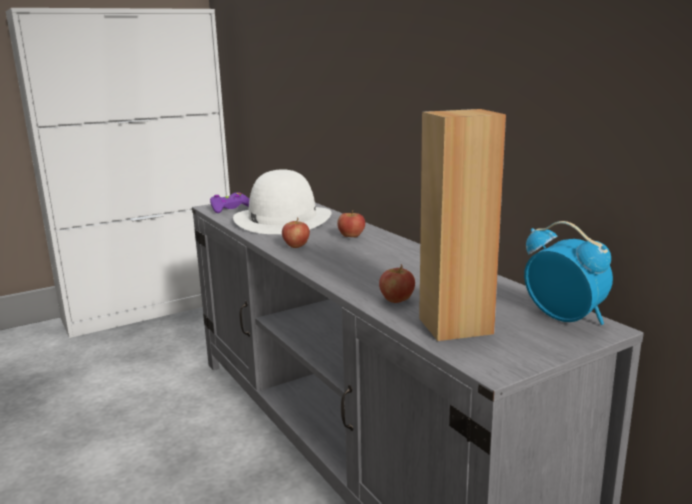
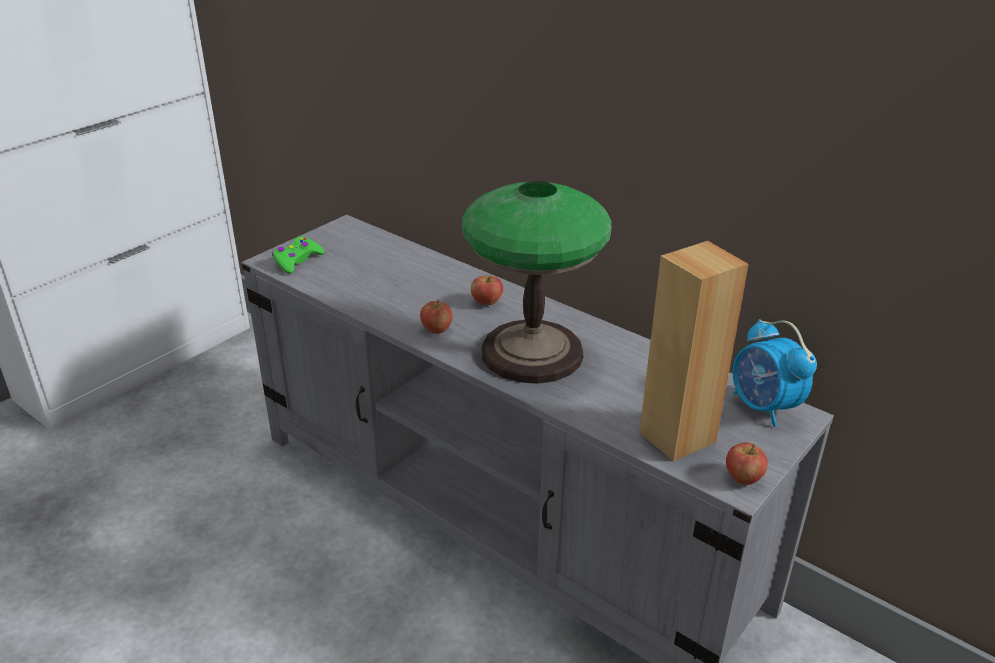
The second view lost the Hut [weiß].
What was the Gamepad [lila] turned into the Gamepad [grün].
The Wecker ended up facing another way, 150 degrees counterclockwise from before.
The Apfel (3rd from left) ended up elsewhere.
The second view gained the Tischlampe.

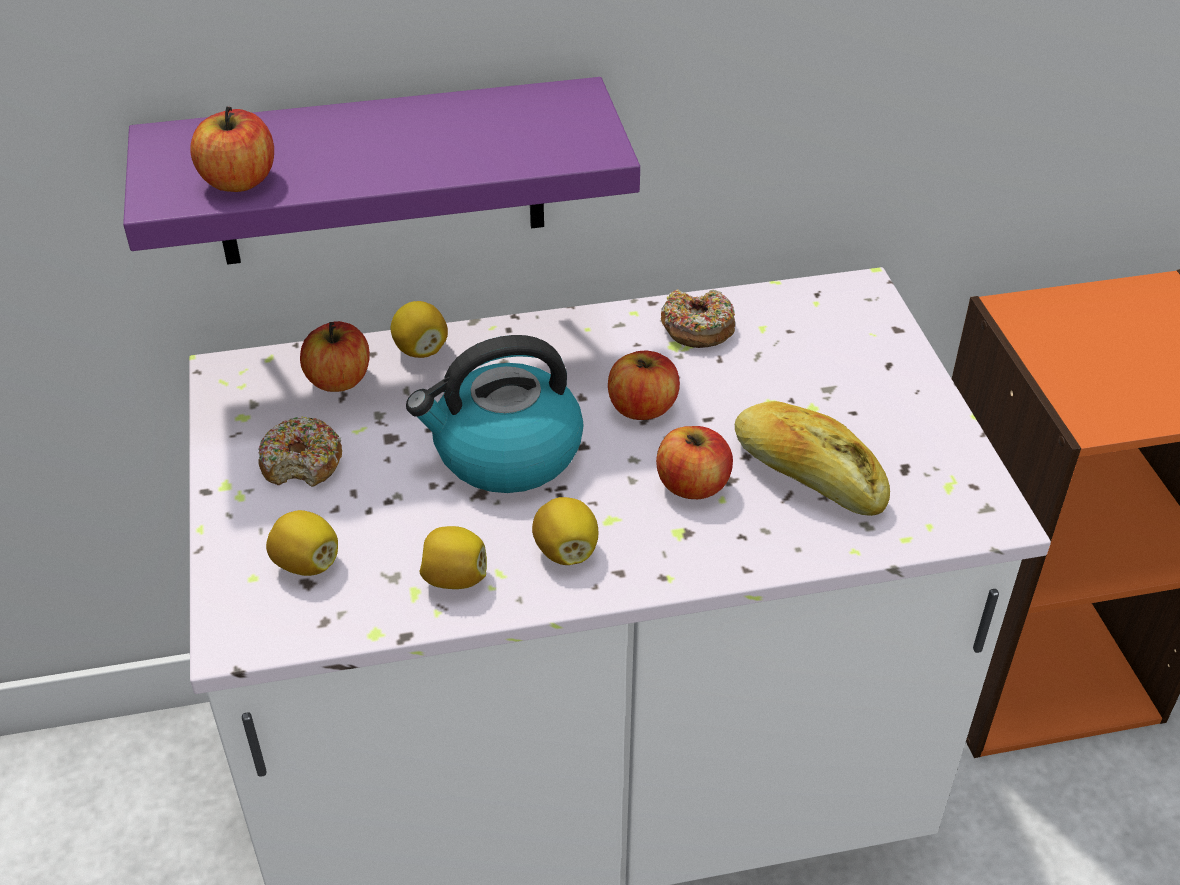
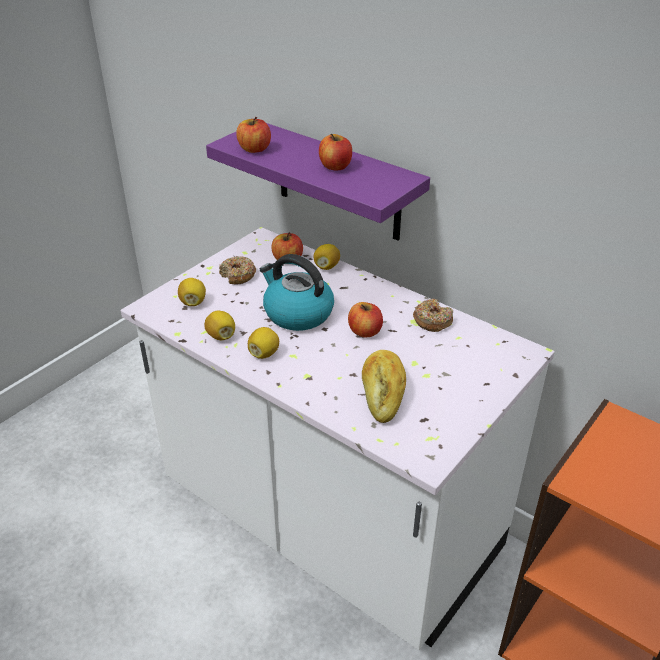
The Apfel (4th from left in the first image) ended up elsewhere.

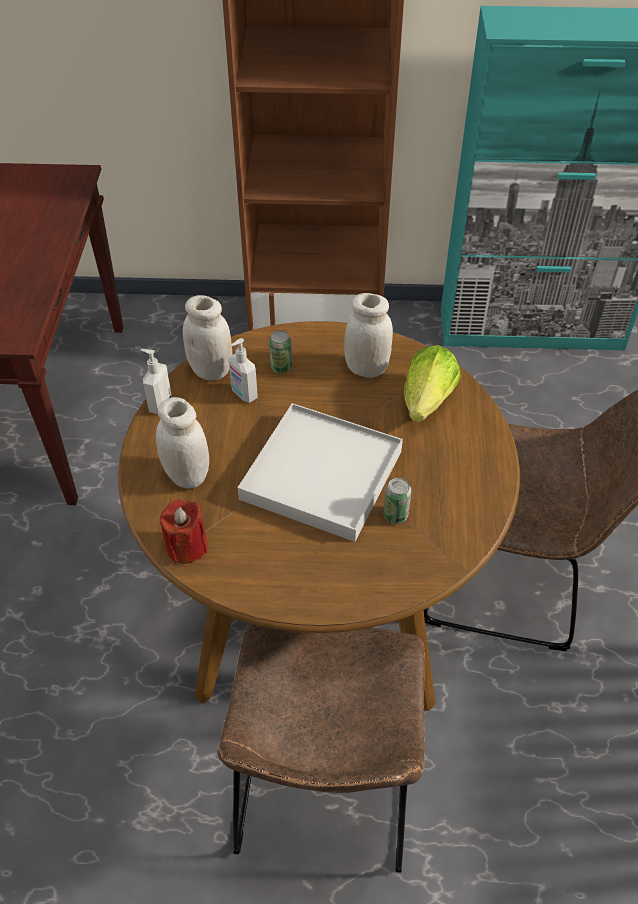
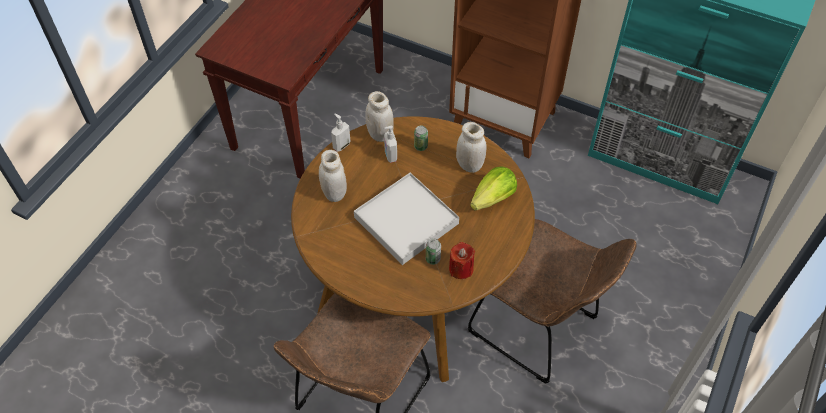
The Kerze [rot] ended up elsewhere.

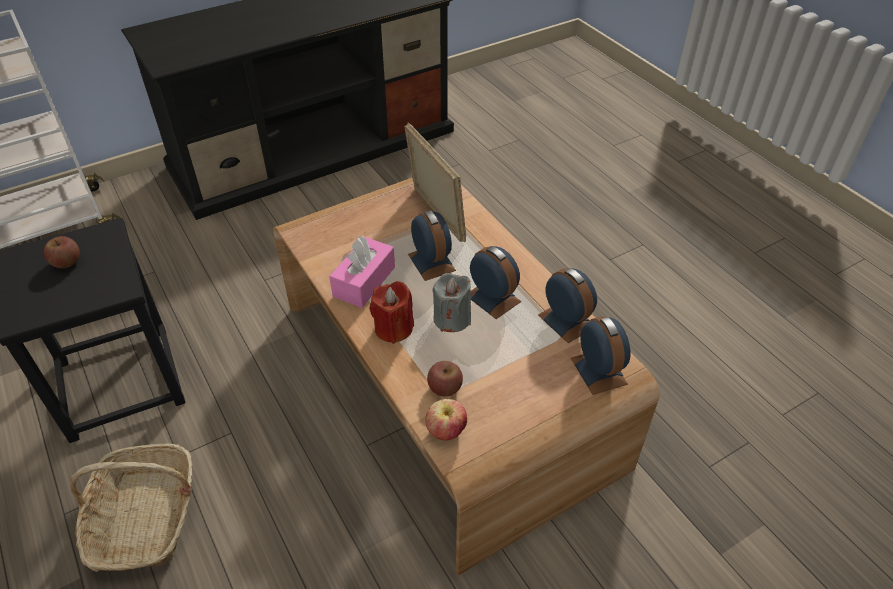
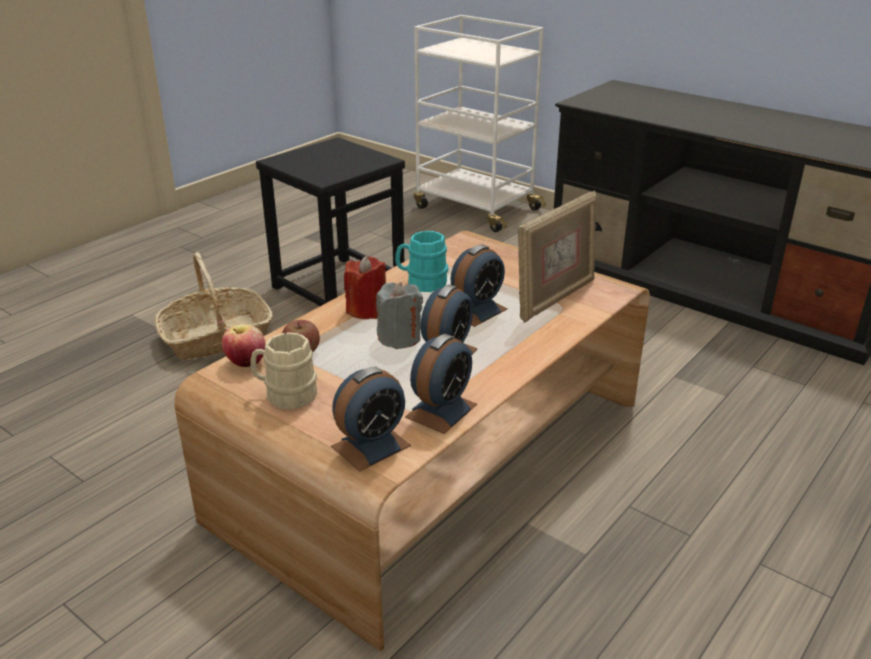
The second view lost the Apfel (1st from left).
Where the Taschentuchbox [rosa] stood, the Henkelbecher [türkis] came to stand.
The second view gained the Henkelbecher [beige].

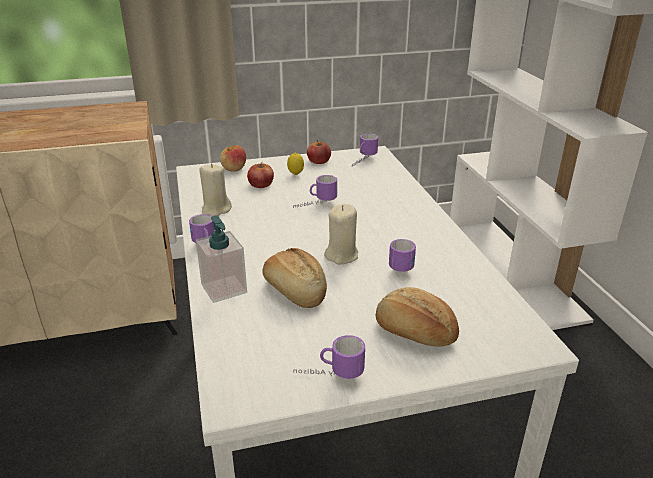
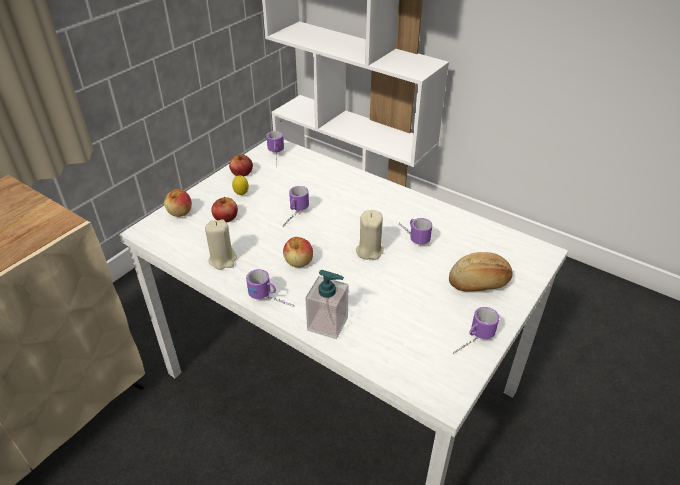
The second view lost the Brot (1st from left).
The second view gained the Apfel (4th from left).

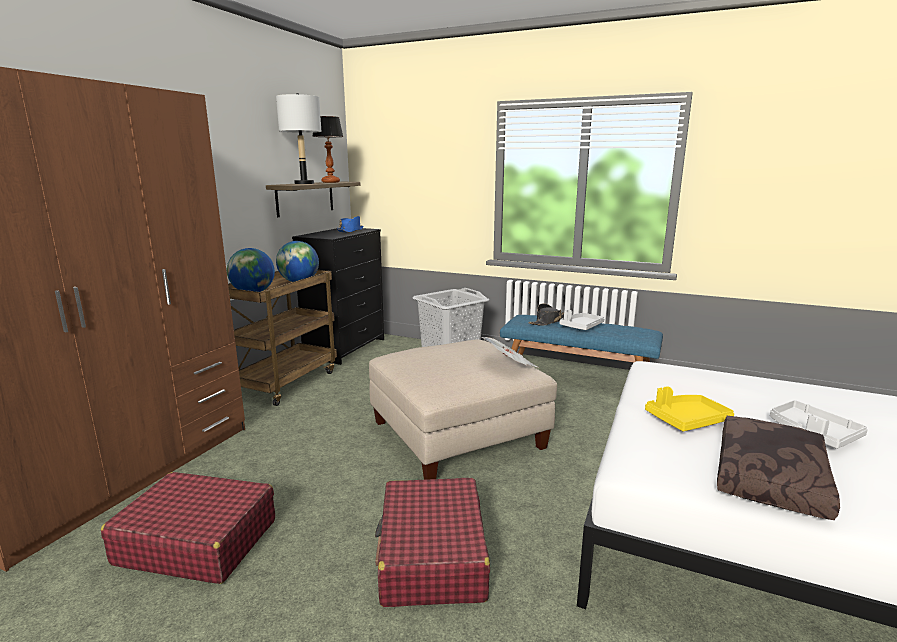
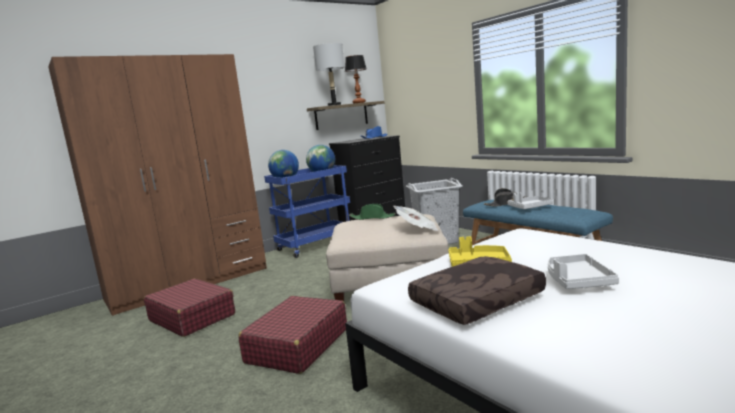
What was the Rollwagen [braun] turned into the Rollwagen [blau].
The second view gained the Hut [grün].

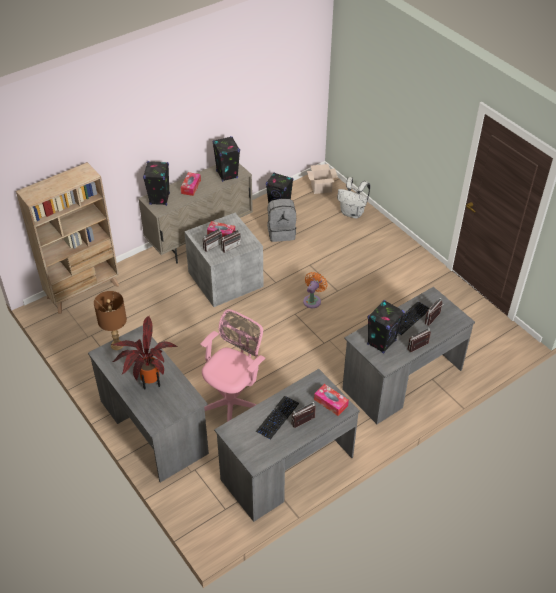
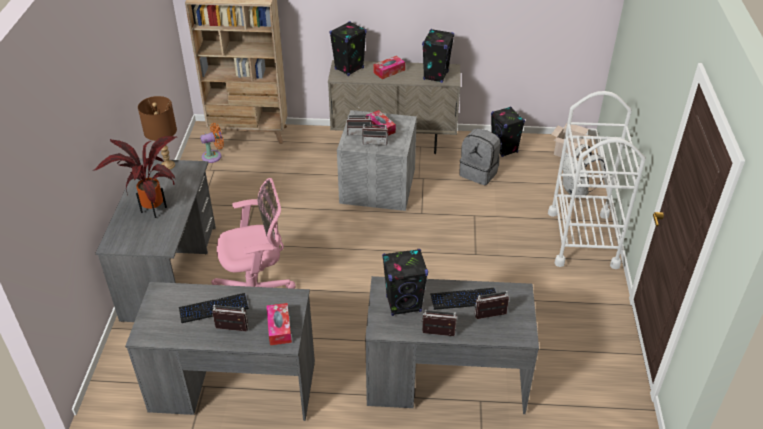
The Ventilator [orange] ended up elsewhere.
The second view gained the Rollwagen [weiß].

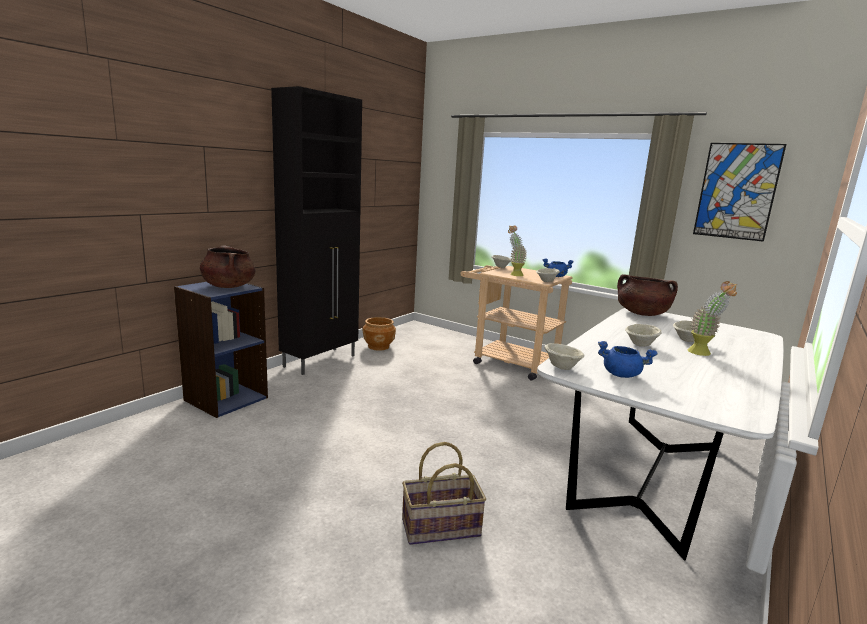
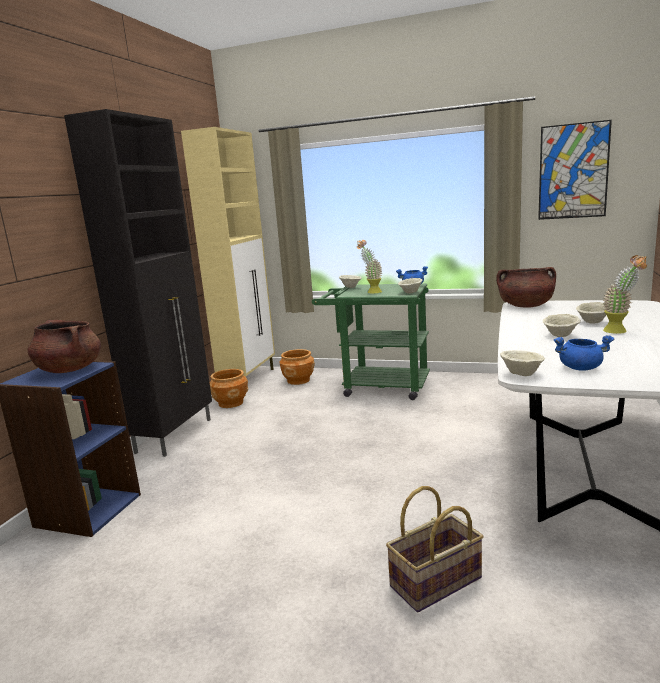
What was the Rollwagen [beige] turned into the Rollwagen [grün].
The second view gained the Schrank [beige].
The second view gained the Pflanzkübel [braun] (2nd from left).

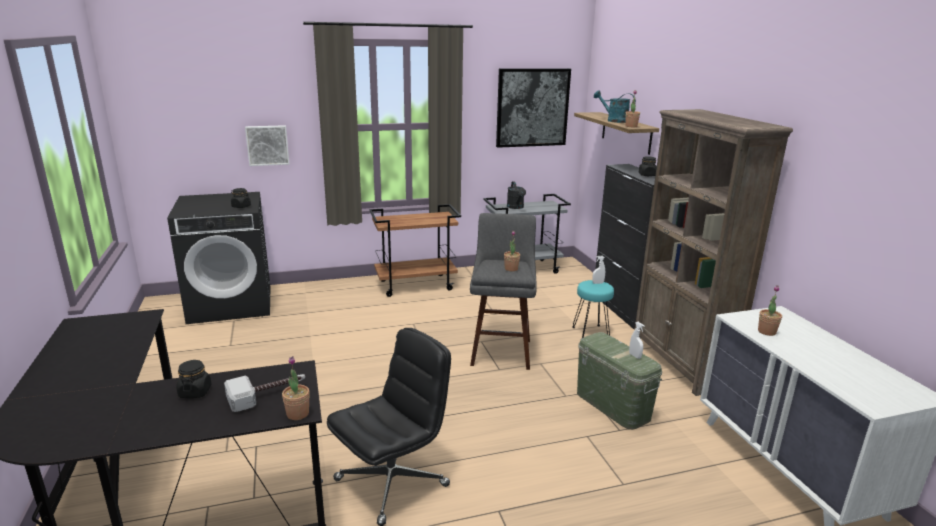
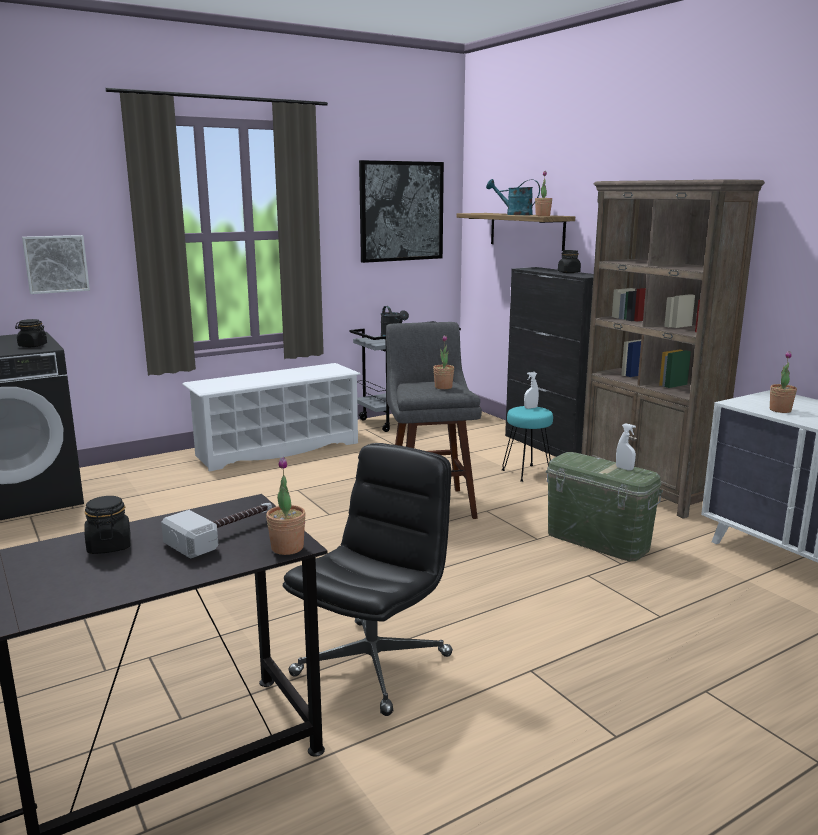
Where the Rollwagen [braun] stood, the Schuhregal [weiß] came to stand.

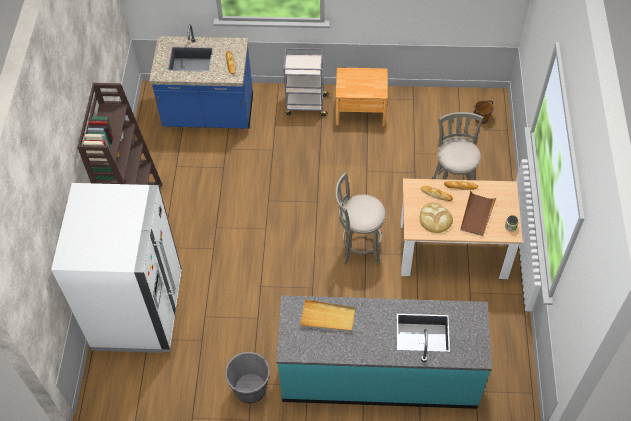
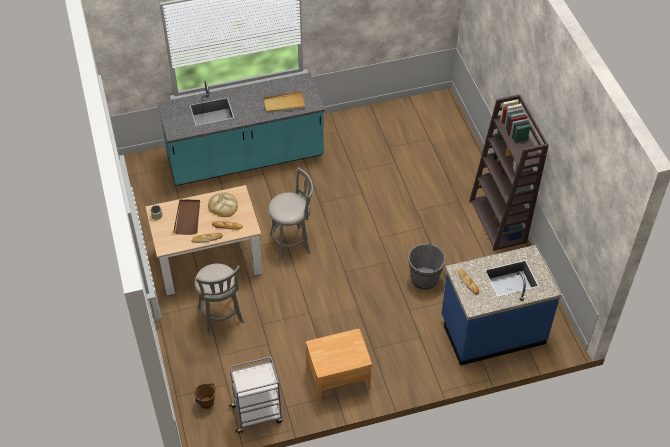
The Rollwagen [grau] ended up elsewhere.
The second view lost the Kühlschrank [weiß].
The Eimer [grau] ended up elsewhere.

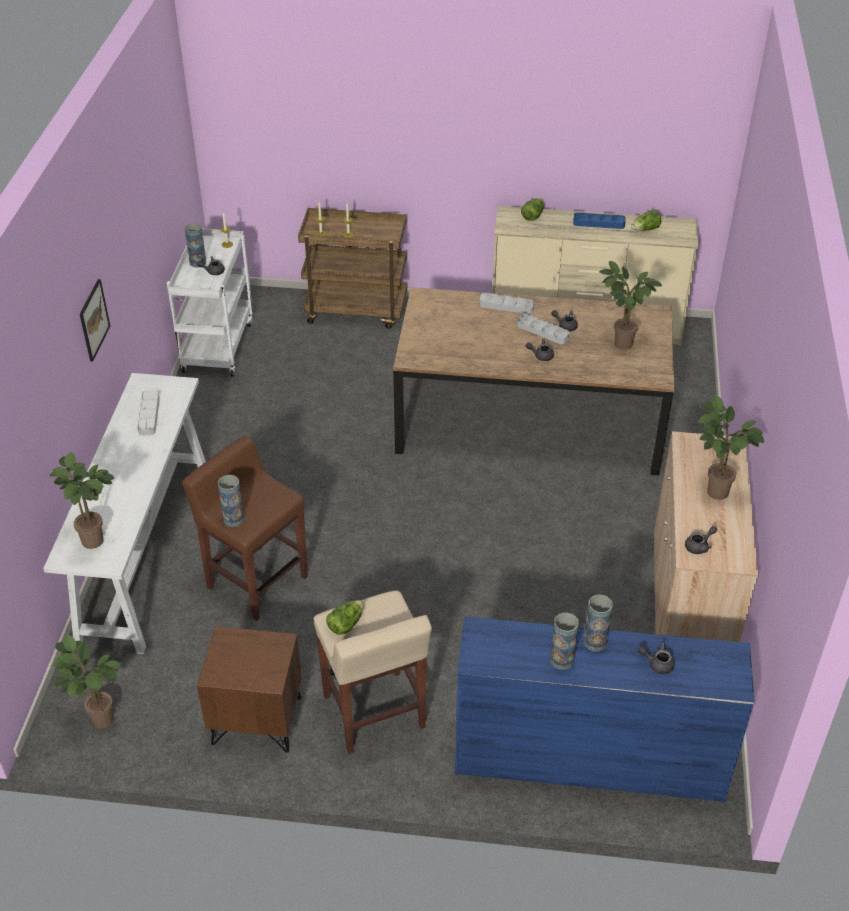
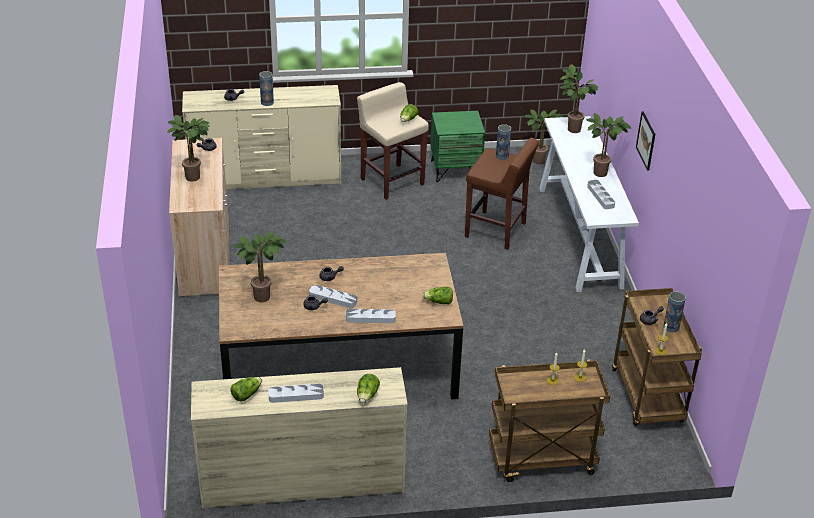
What was the Tablett [blau] turned into the Tablett [grau] (1st from left).
What was the Rollwagen [weiß] turned into the Rollwagen [braun] (2nd from left).
The second view lost the Vase (3rd from left).
What was the Kommode [blau] turned into the Kommode [beige] (1st from left).
What was the Nachttisch [braun] turned into the Nachttisch [grün].
The second view gained the Topfpflanze (5th from left).
The second view gained the Salatkopf (4th from left).

